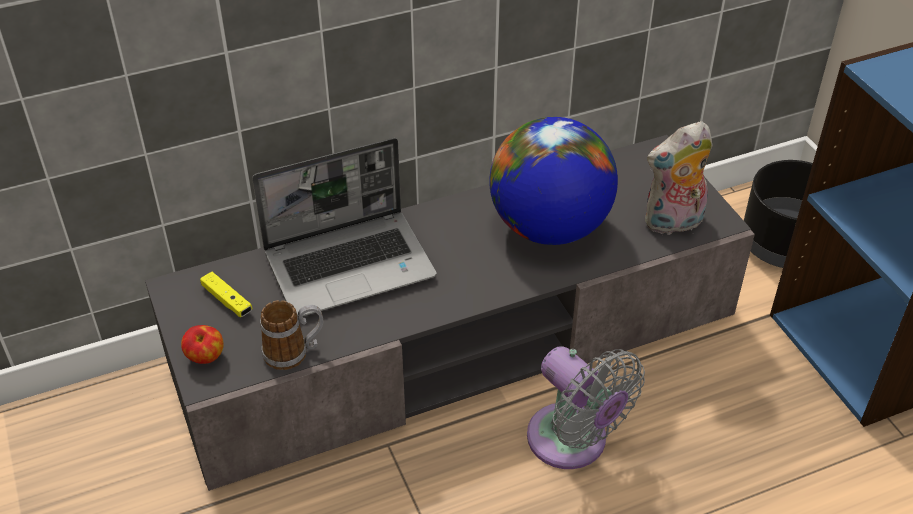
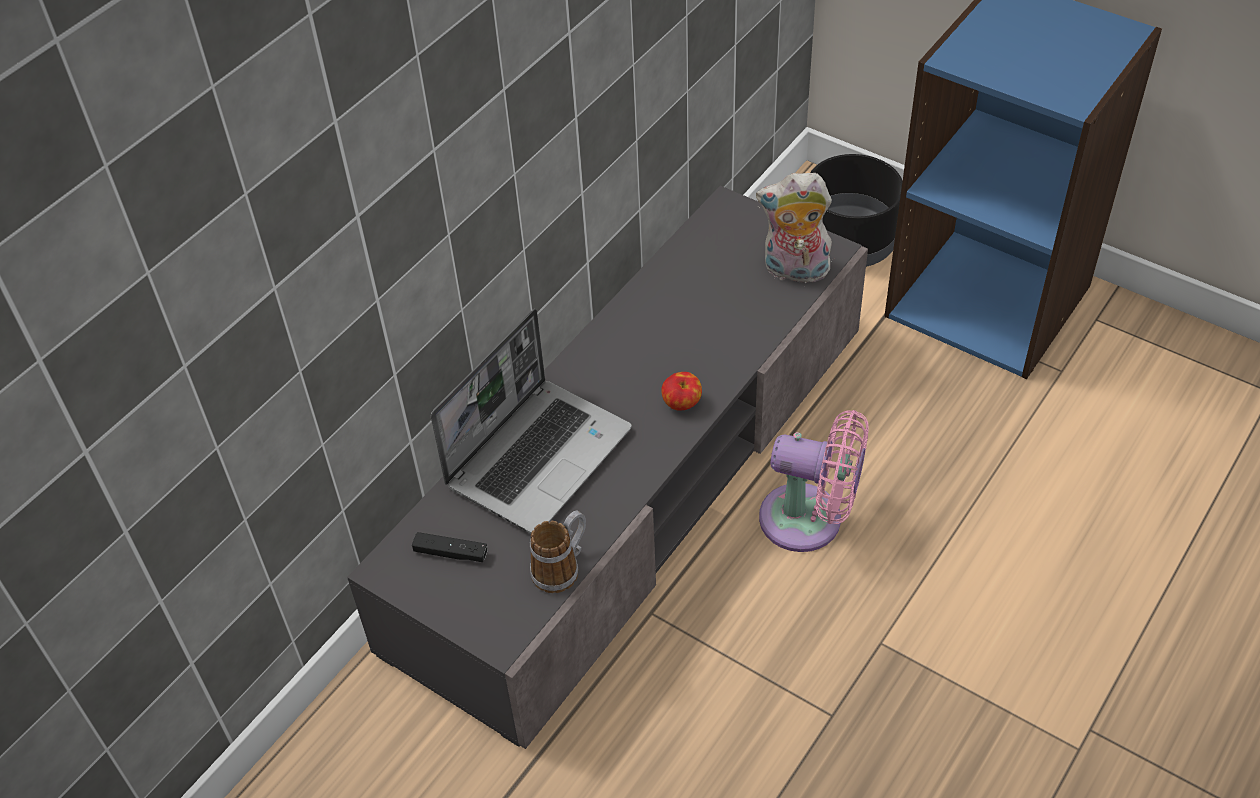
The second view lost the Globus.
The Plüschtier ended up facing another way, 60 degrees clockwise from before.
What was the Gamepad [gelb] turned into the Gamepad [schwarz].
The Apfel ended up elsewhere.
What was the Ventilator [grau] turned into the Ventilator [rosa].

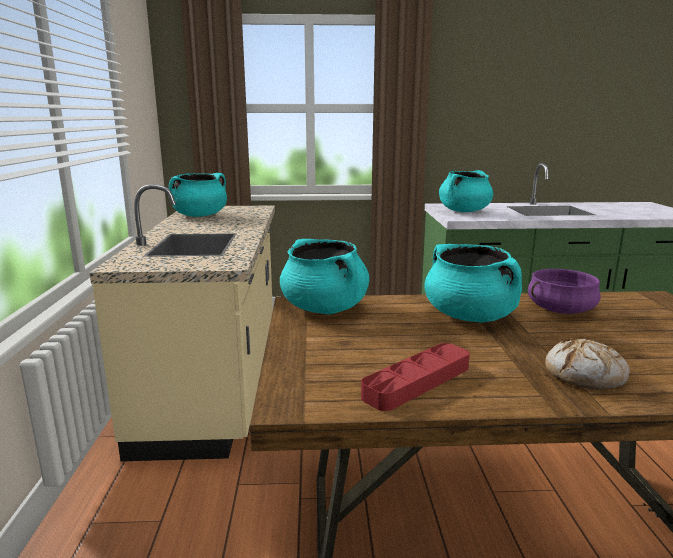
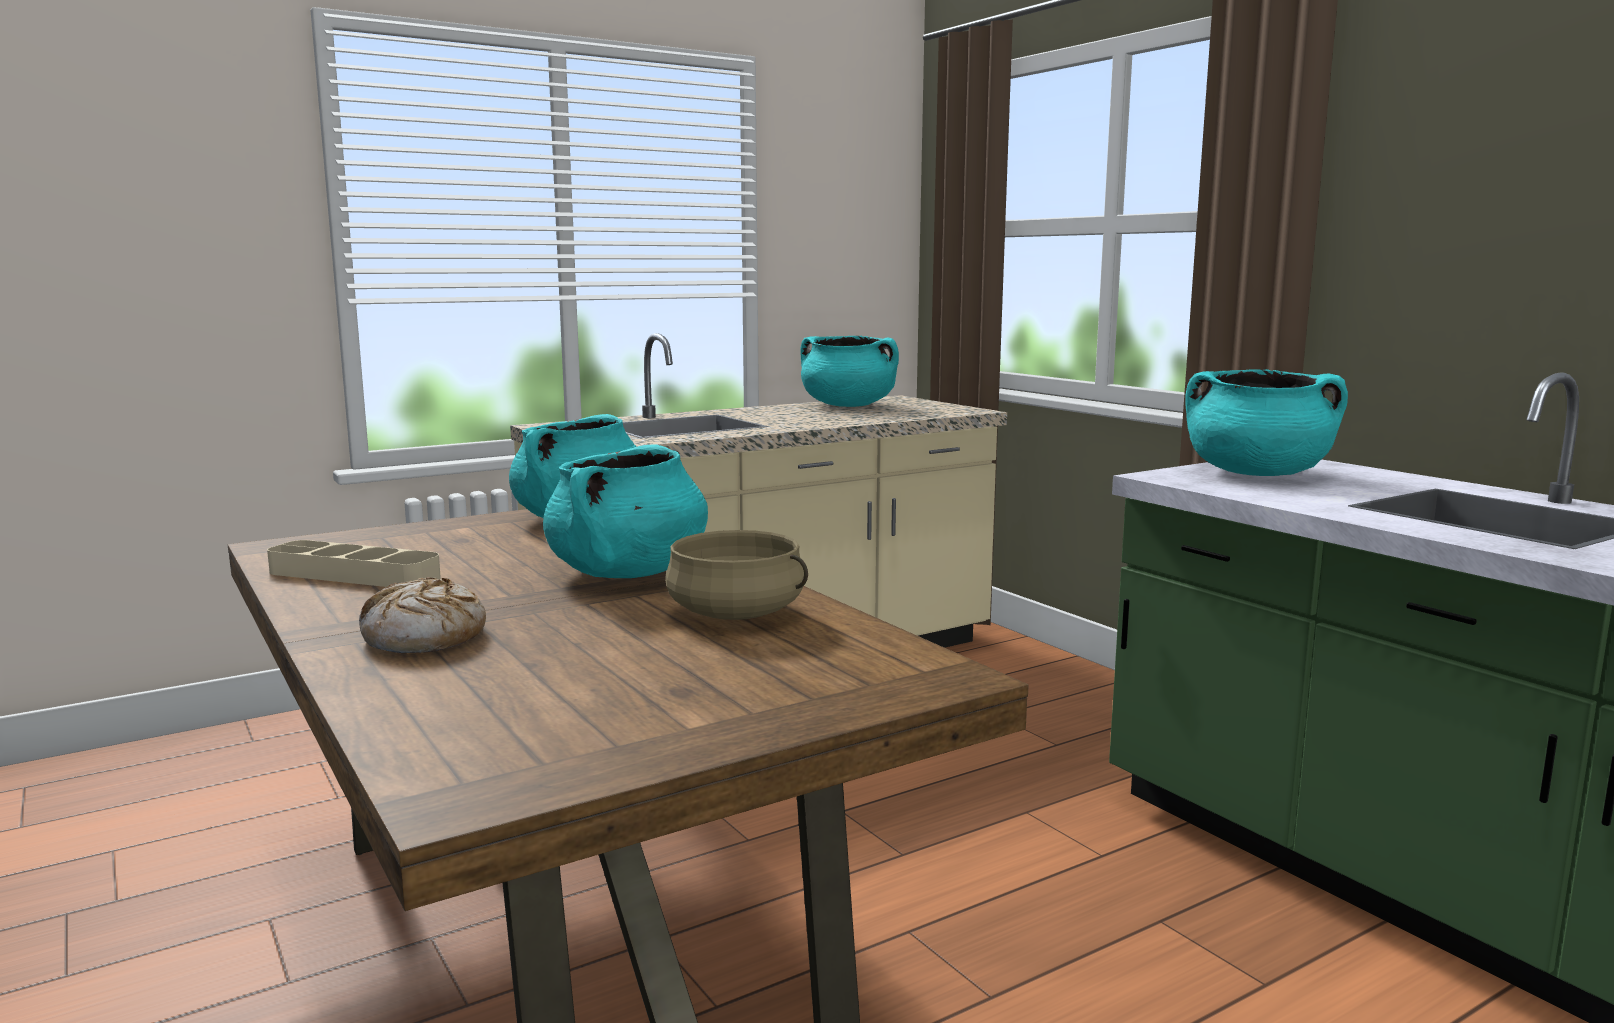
What was the Kochtopf [lila] turned into the Kochtopf [beige].
What was the Tablett [rot] turned into the Tablett [beige].

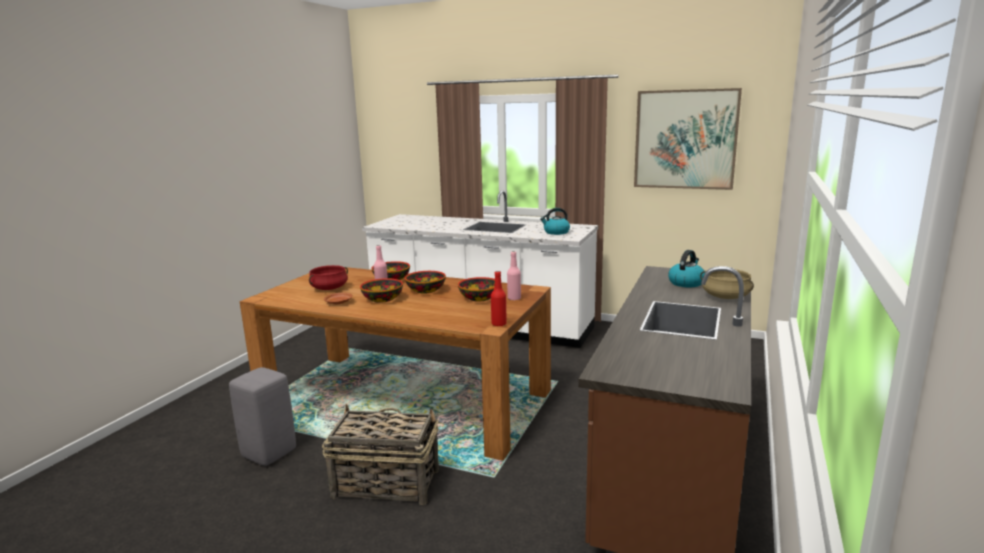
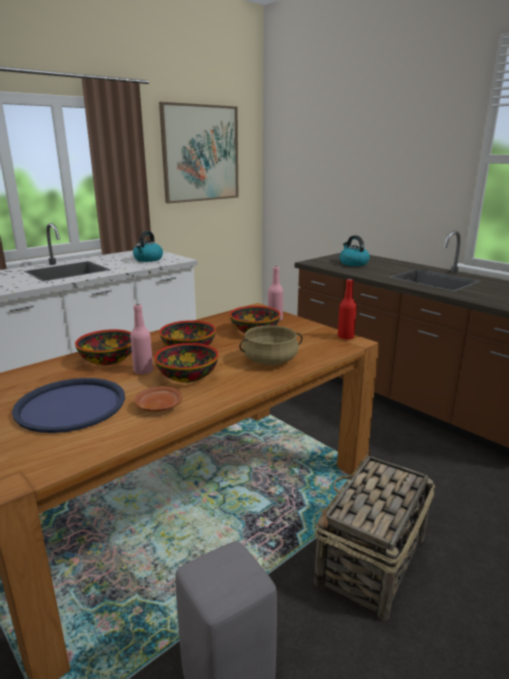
Where the Kochtopf [rot] stood, the Tablett [blau] came to stand.
The Kochtopf [beige] ended up elsewhere.

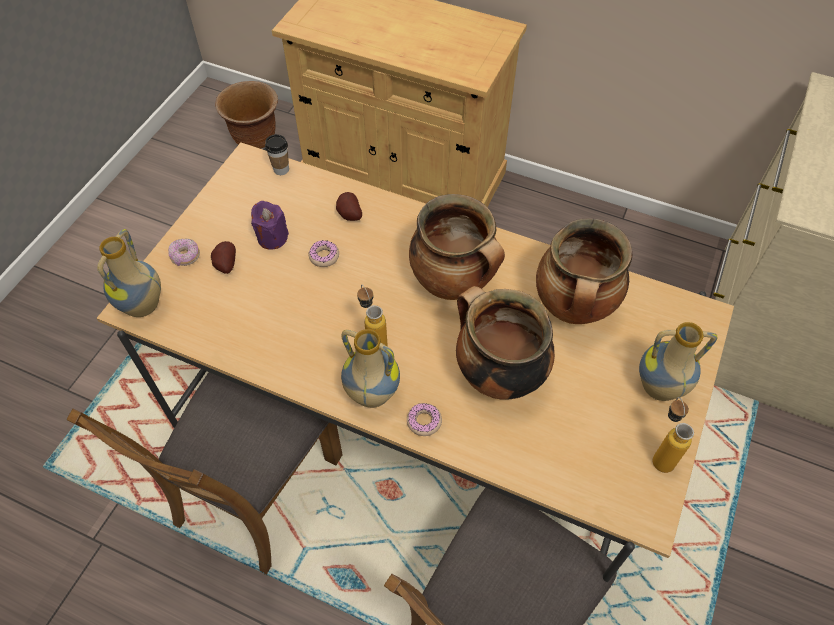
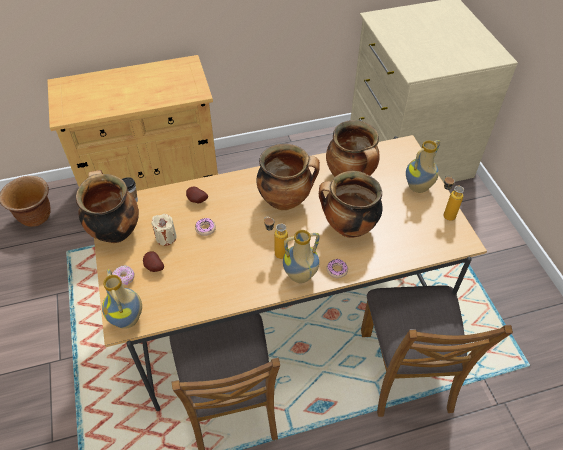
What was the Kerze [lila] turned into the Kerze [beige].
The second view gained the Kochtopf (1st from left).

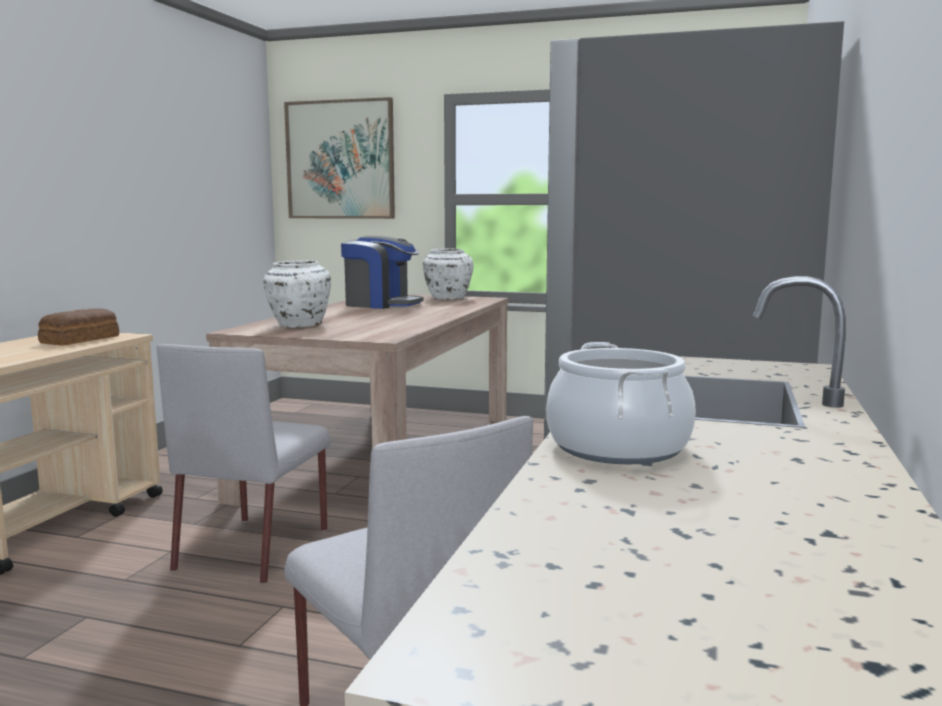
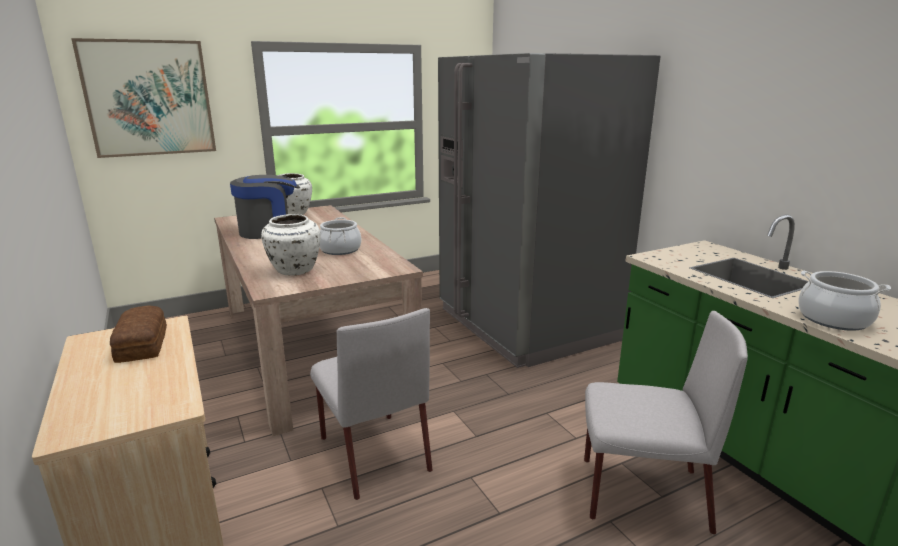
The second view gained the Kochtopf (1st from left).

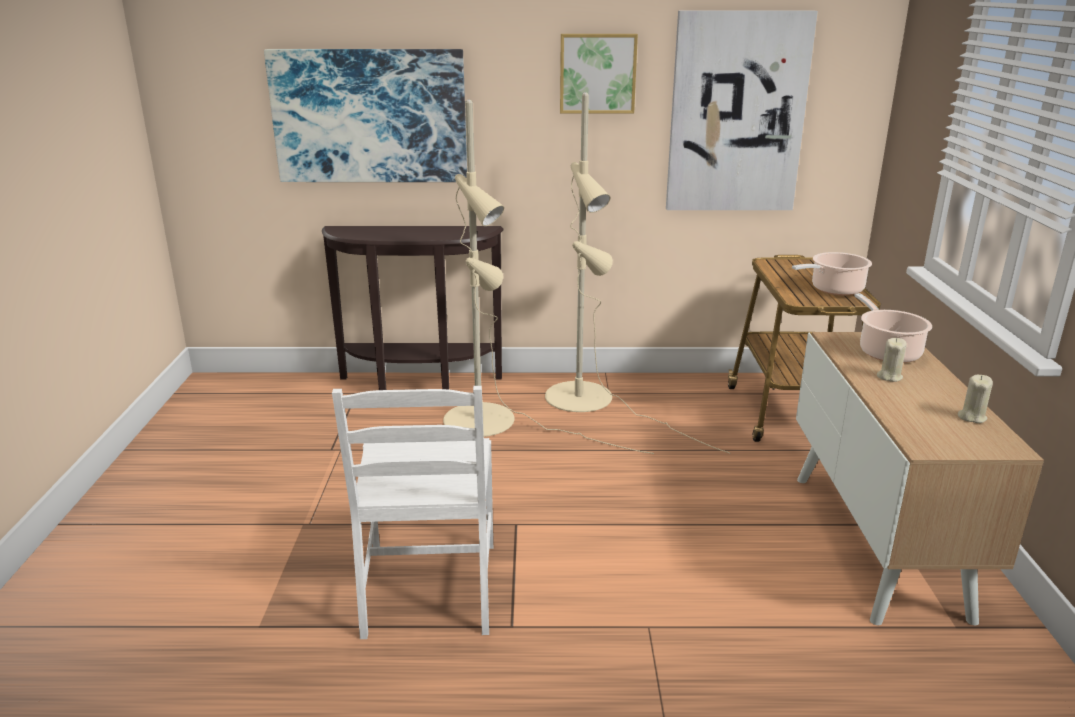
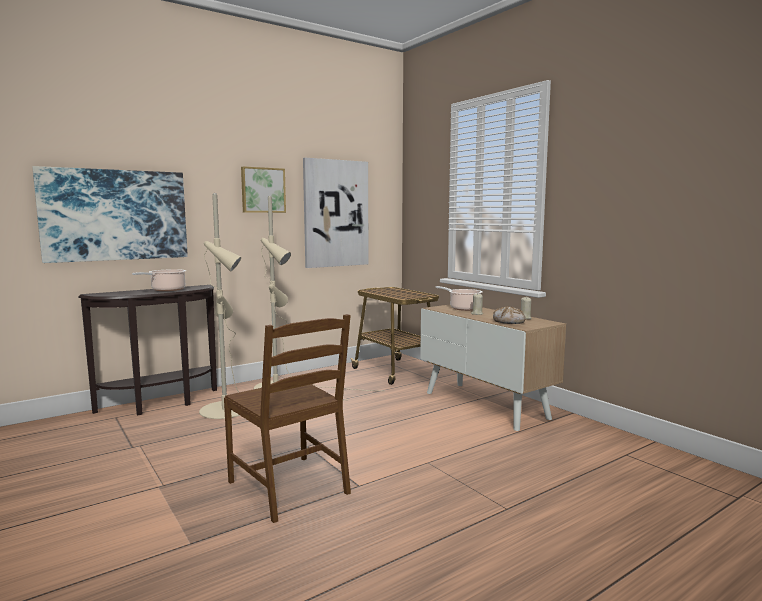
The Kochtopf (1st from left) ended up elsewhere.
What was the Stuhl [weiß] turned into the Stuhl [braun].
The second view gained the Brot.

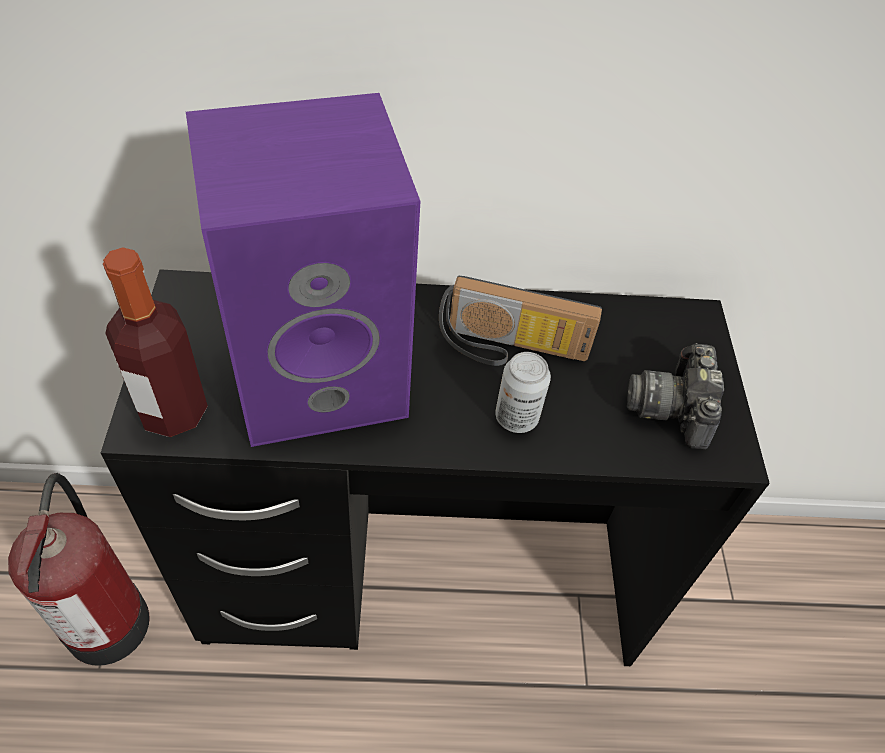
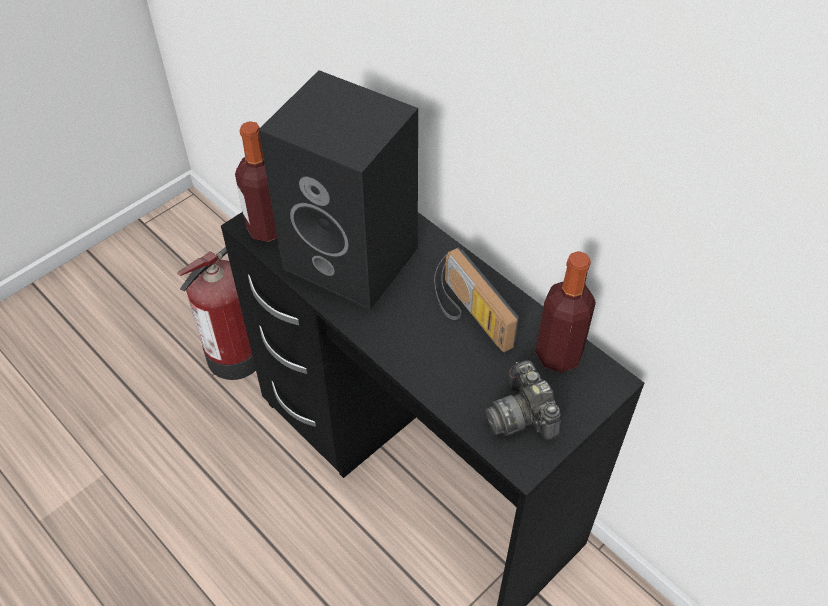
What was the Lautsprecher [lila] turned into the Lautsprecher [schwarz].
The Kamera ended up facing another way, 75 degrees counterclockwise from before.
The second view lost the Dose.
The second view gained the Flasche (2nd from left).

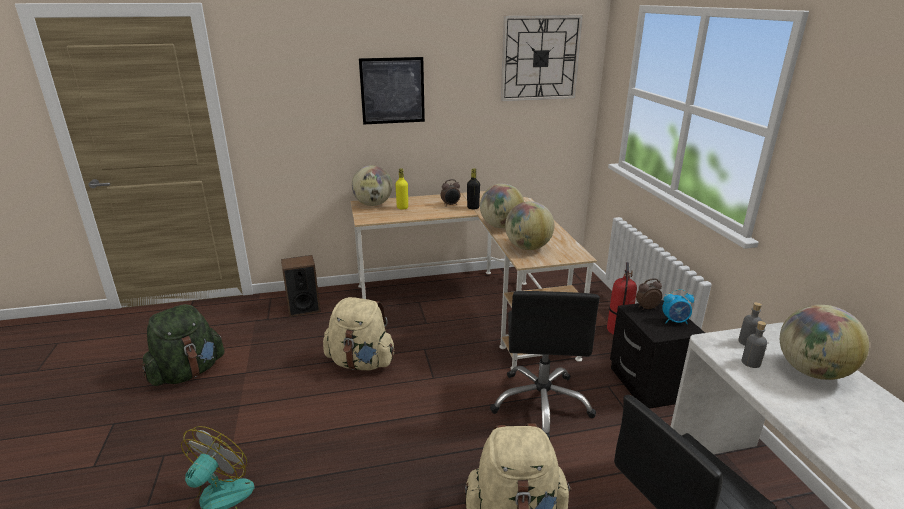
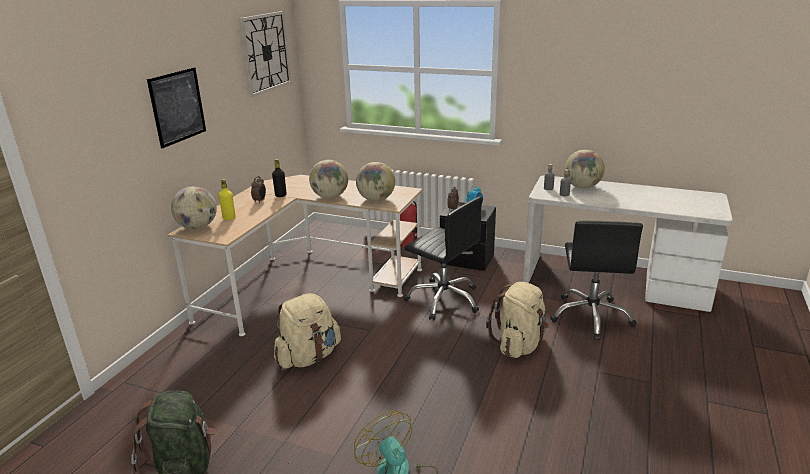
The second view lost the Lautsprecher.

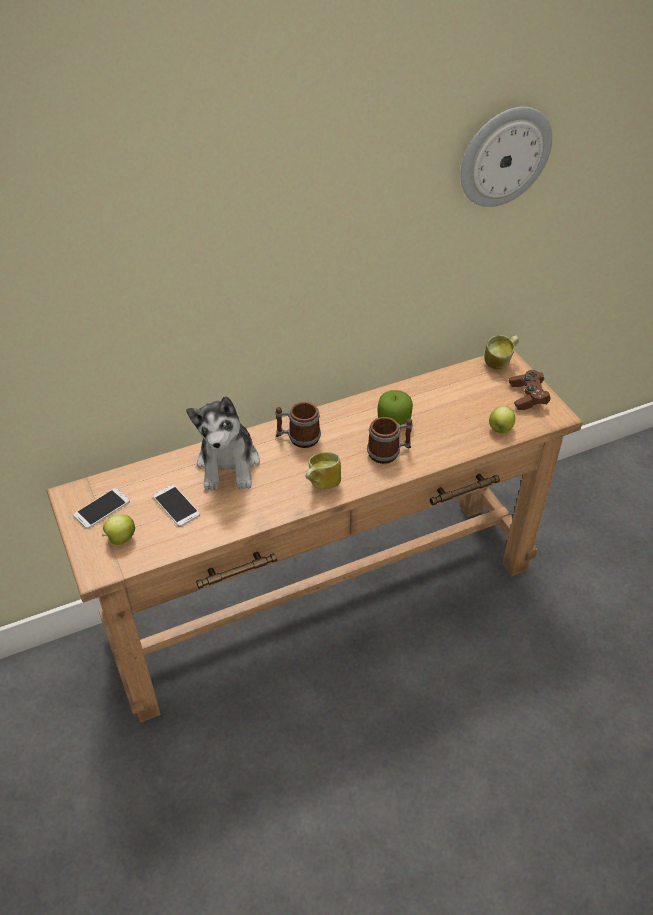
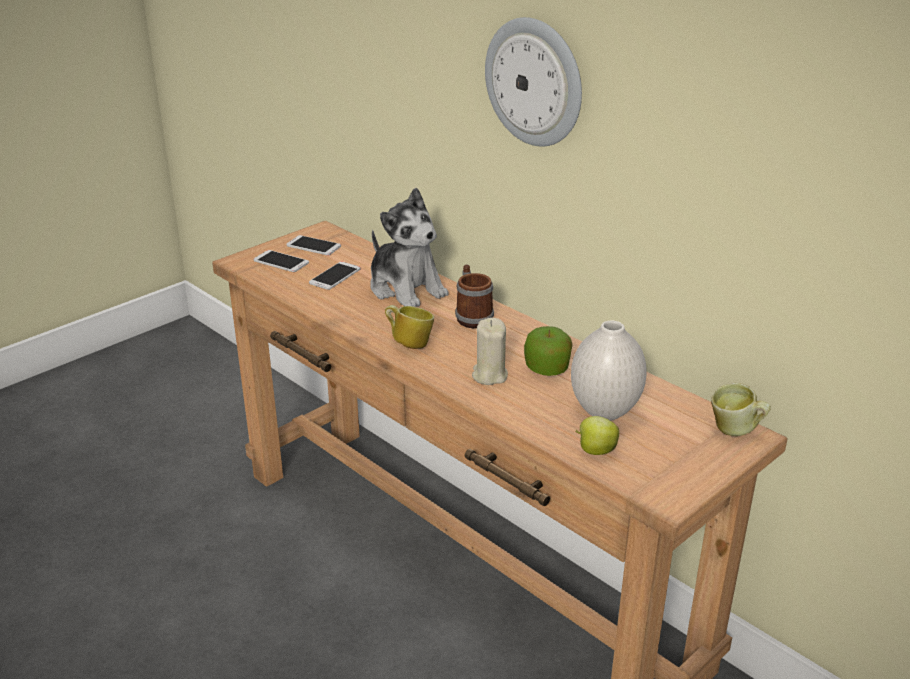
The Wanduhr ended up elsewhere.
The second view lost the Gamepad [braun].
The Plüschtier ended up facing another way, 105 degrees counterclockwise from before.
Where the Henkelbecher (3rd from left) stood, the Kerze [beige] came to stand.
Where the Apfel (1st from left) stood, the Handy (1st from left) came to stand.
The second view gained the Vase [weiß].

